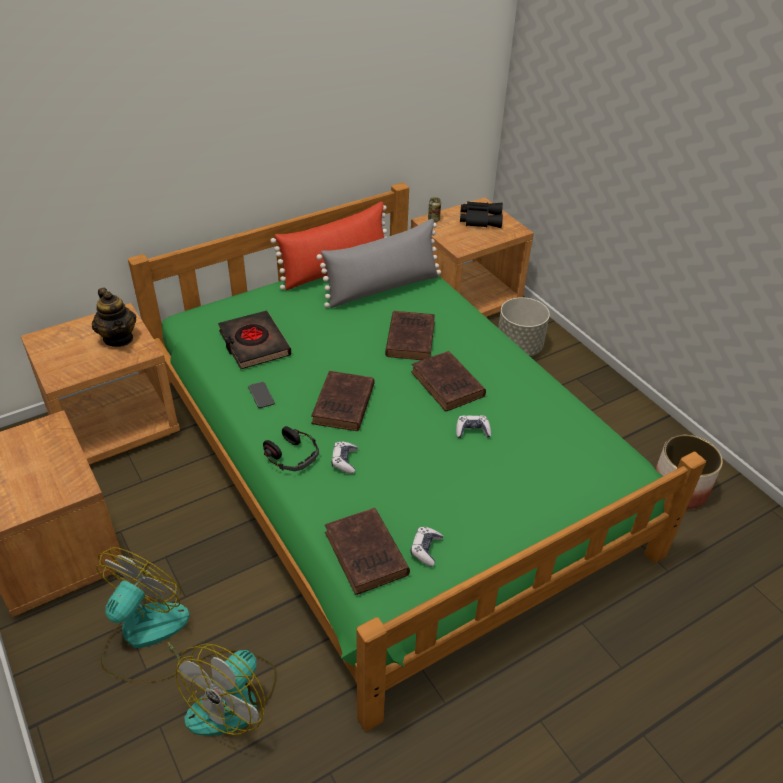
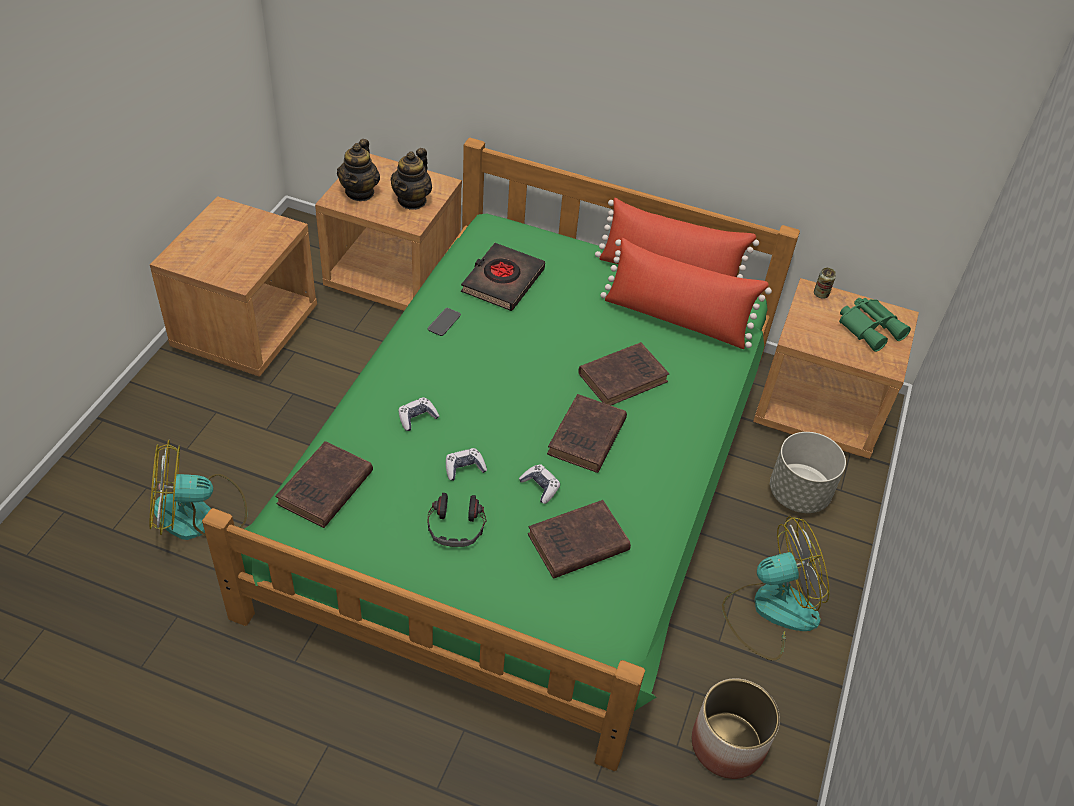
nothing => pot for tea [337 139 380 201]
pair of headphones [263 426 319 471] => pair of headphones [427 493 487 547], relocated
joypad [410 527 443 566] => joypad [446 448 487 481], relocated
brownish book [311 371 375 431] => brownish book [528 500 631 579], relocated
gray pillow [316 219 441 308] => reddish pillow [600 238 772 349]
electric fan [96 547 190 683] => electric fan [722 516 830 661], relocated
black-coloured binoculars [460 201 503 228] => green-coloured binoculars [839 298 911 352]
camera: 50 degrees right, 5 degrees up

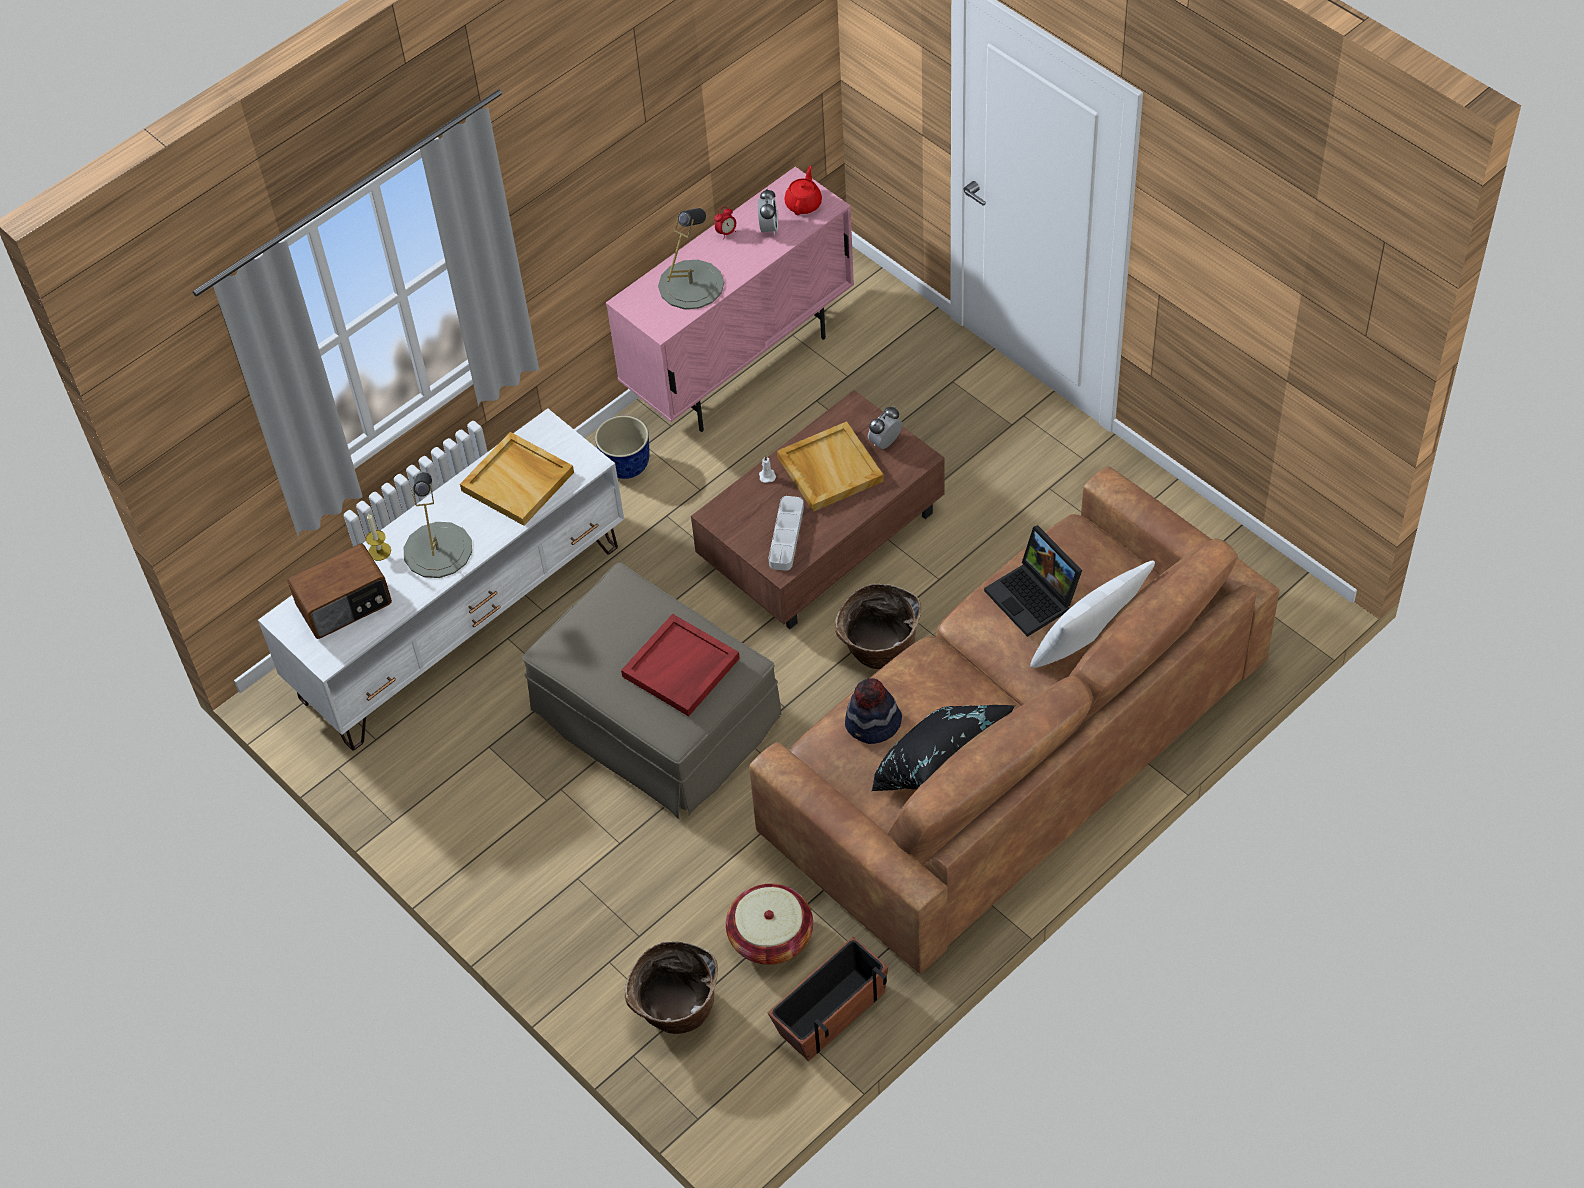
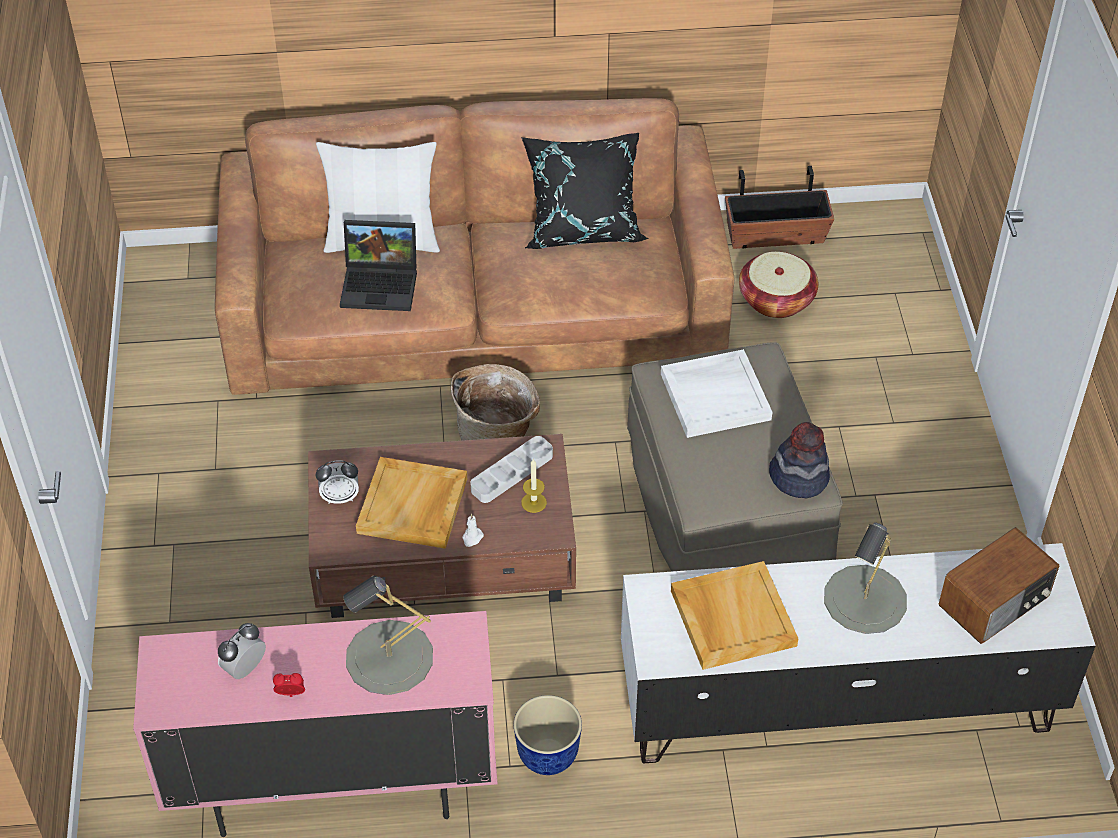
portable computer [984 525 1082 637] => portable computer [340 220 417 311], 90 degrees clockwise
wax candle [366 513 391 561] => wax candle [521 459 547 513], relocated
reddish carrying tray [621 614 740 716] => white carrying tray [661 349 772 438]
clothing hat [845 678 902 744] => clothing hat [769 422 830 498], relocated
radio [288 543 392 639] => radio [939 527 1059 644], 135 degrees clockwise
basket [625 941 718 1034] => nothing
reddish pot for tea [785 166 822 215] => nothing
camera: 145 degrees left, 5 degrees down

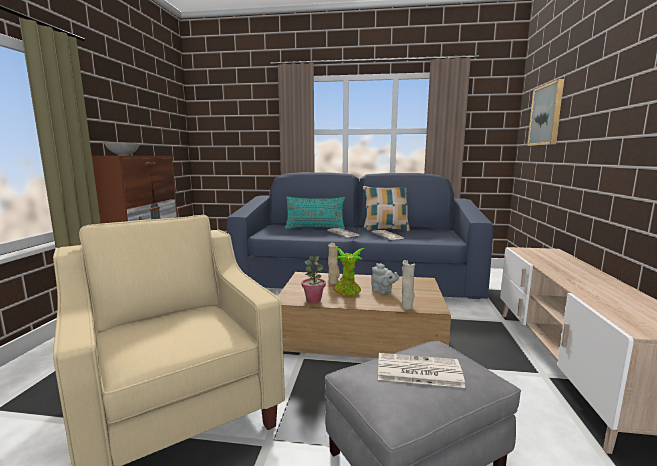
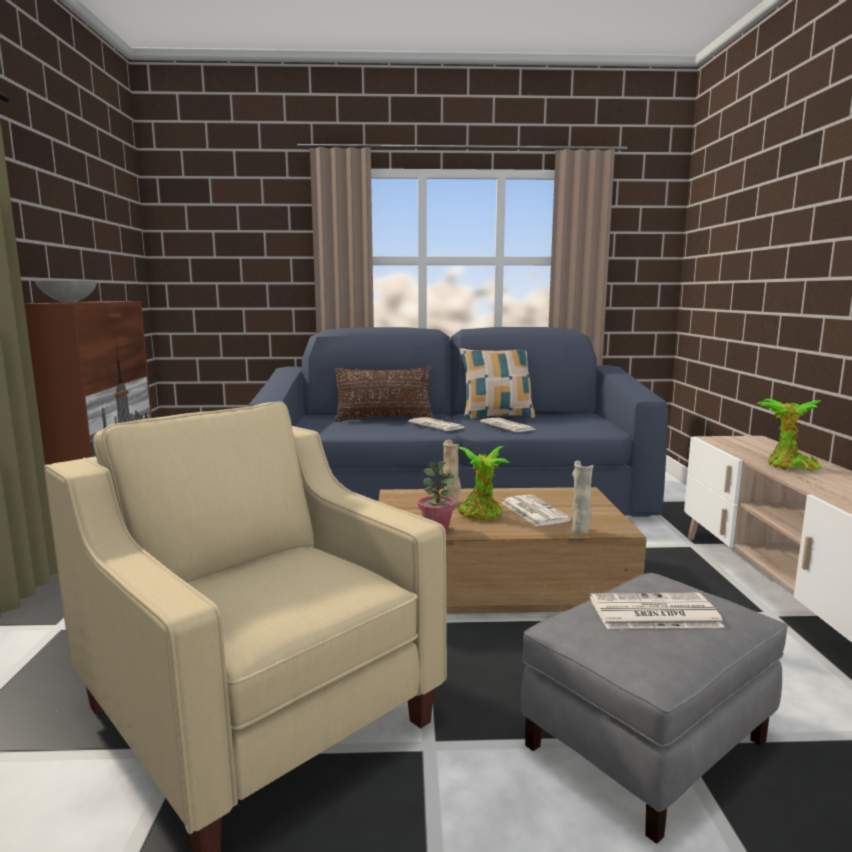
turquoise-coloured pillow [285 196 345 229] => brownish pillow [334 366 434 422]
gray pot for tea [371 263 399 294] => daily paper [502 495 572 527]
nothing => potted plant [756 399 822 471]
wall art [527 79 564 146] => nothing
camera: 10 degrees left, 0 degrees up

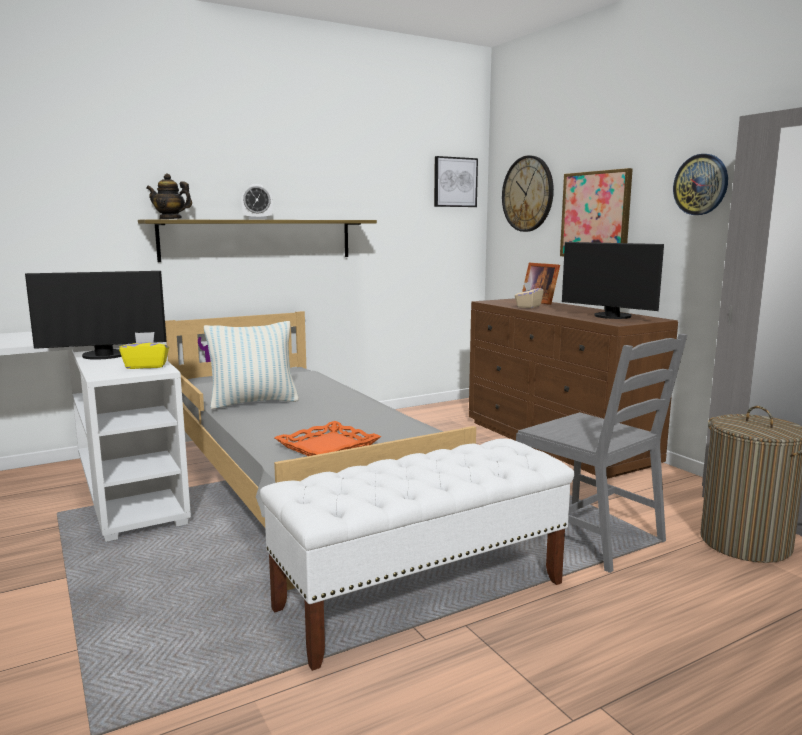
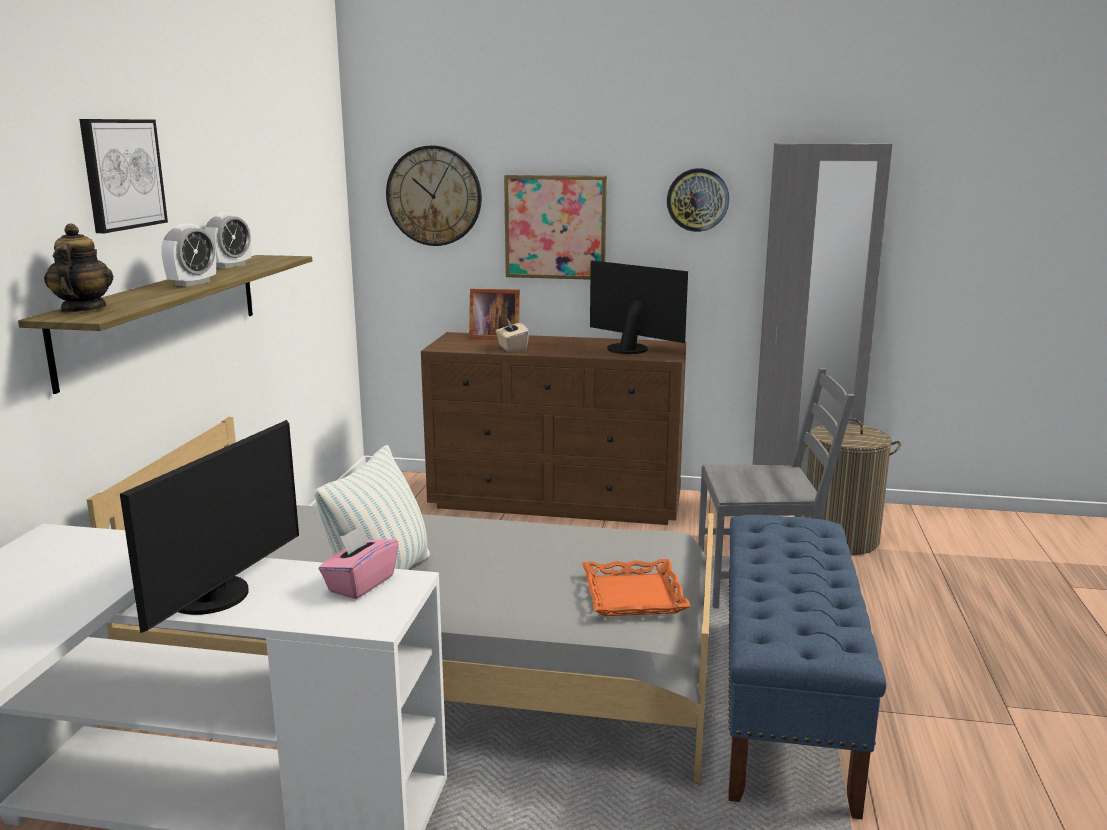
pot for tea [146 174 192 219] => pot for tea [44 223 113 312], 120 degrees clockwise
wall art [434 156 478 207] => wall art [79 119 168 233], relocated
nothing => table clock [205 212 251 268]
yellowish box of tissues [119 332 169 369] => pink-coloured box of tissues [319 525 399 599]
computer screen [562 242 664 319] => computer screen [590 260 688 354], 135 degrees counterclockwise
white bench [260 438 574 671] => bluish bench [728 515 886 819]
camera: 50 degrees left, 5 degrees up

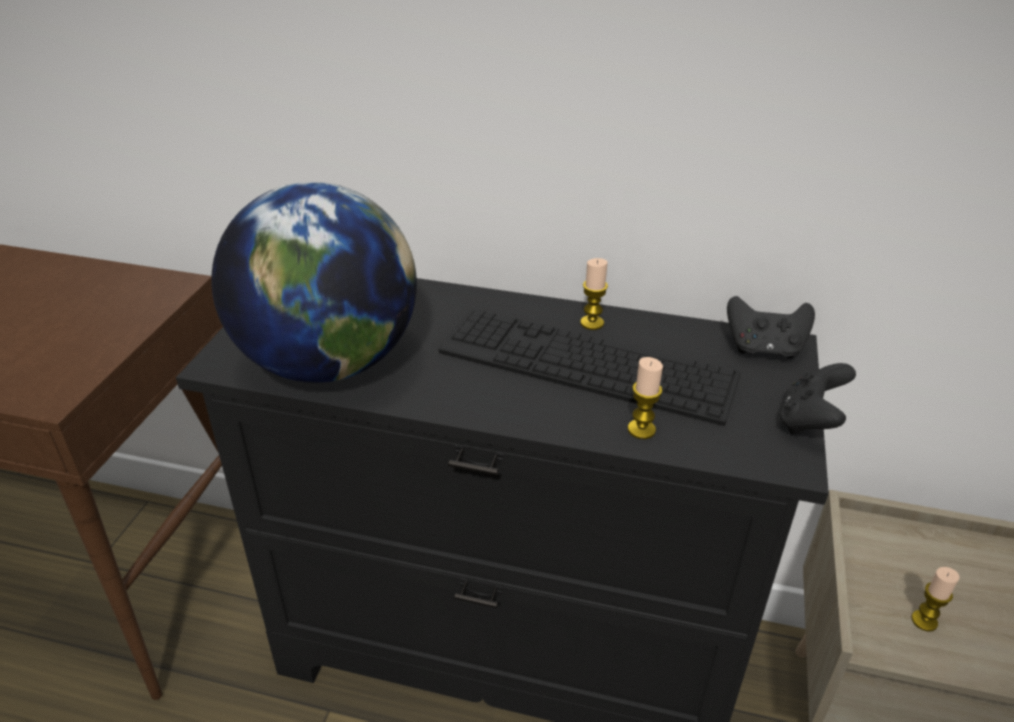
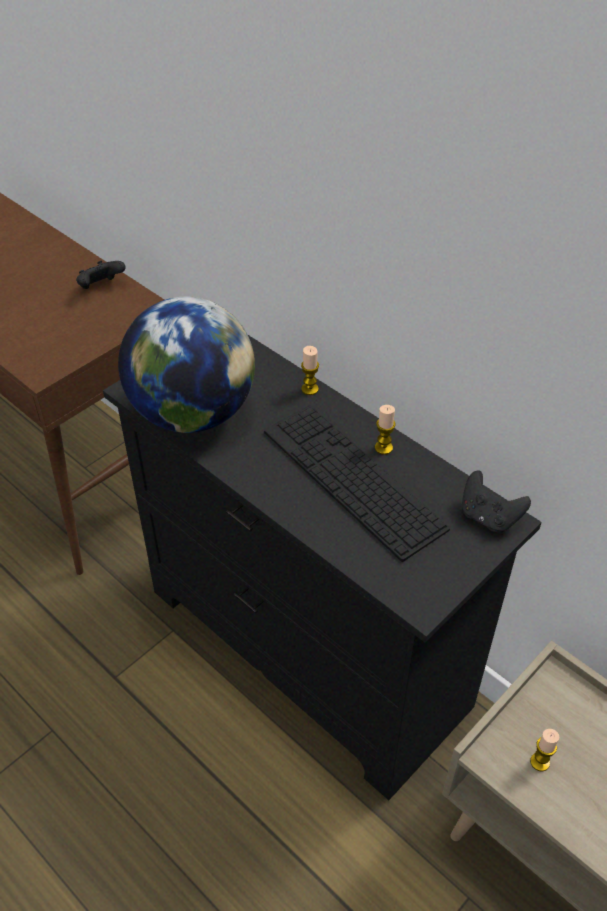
black-coloured joypad [779 363 856 435] => black-coloured joypad [76 261 125 289], relocated
wax candle [628 357 663 439] => wax candle [301 346 319 395], relocated
camera: 30 degrees right, 10 degrees up

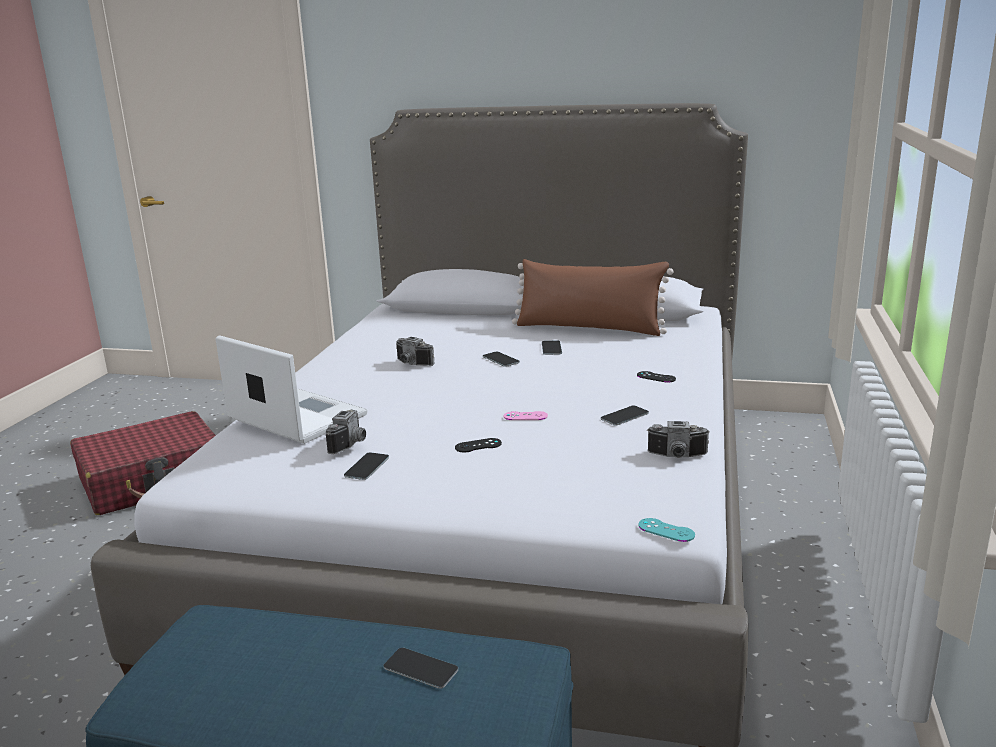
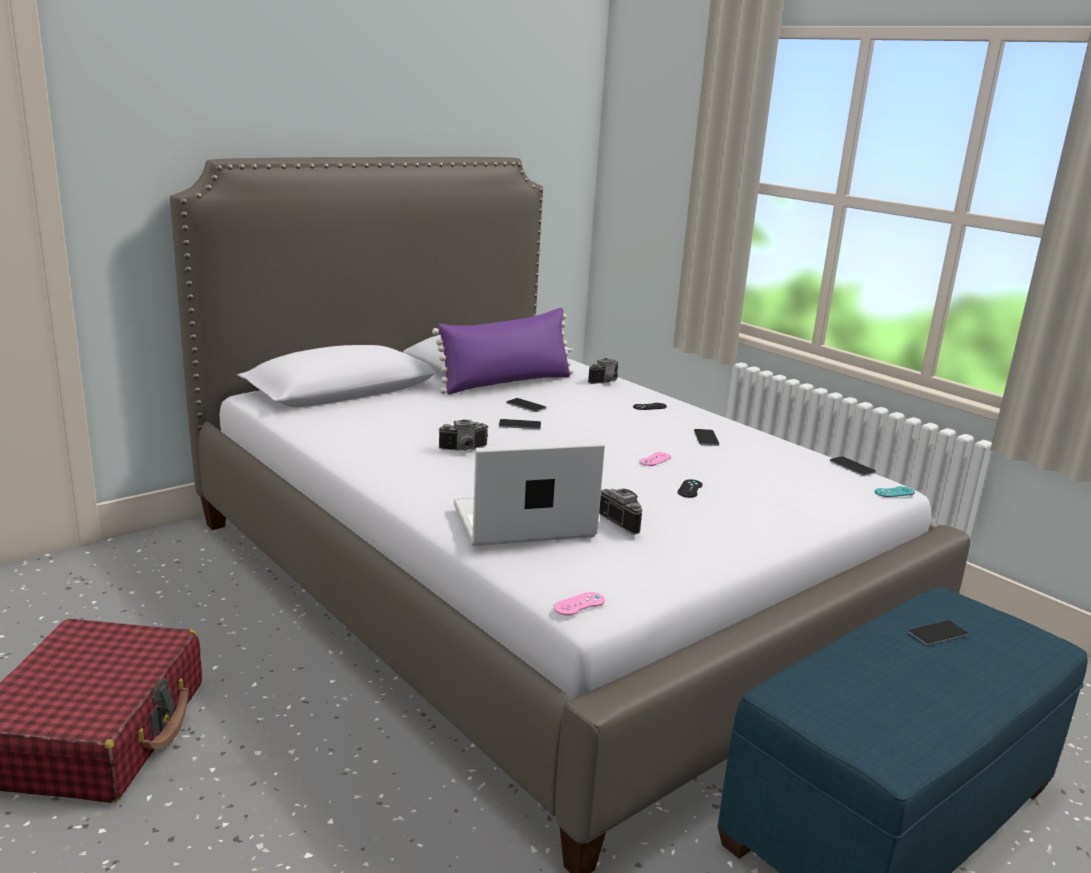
brownish pillow [512 259 674 336] => purplish pillow [432 308 573 394]
nothing => pink-coloured joypad [554 592 605 616]
photo camera [648 421 710 458] => photo camera [588 358 618 384], relocated
handset [344 452 389 480] => handset [830 456 876 476], relocated
camera: 55 degrees left, 0 degrees up

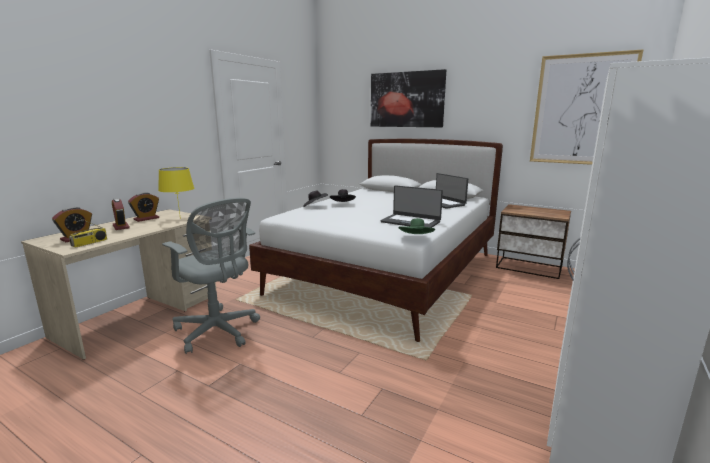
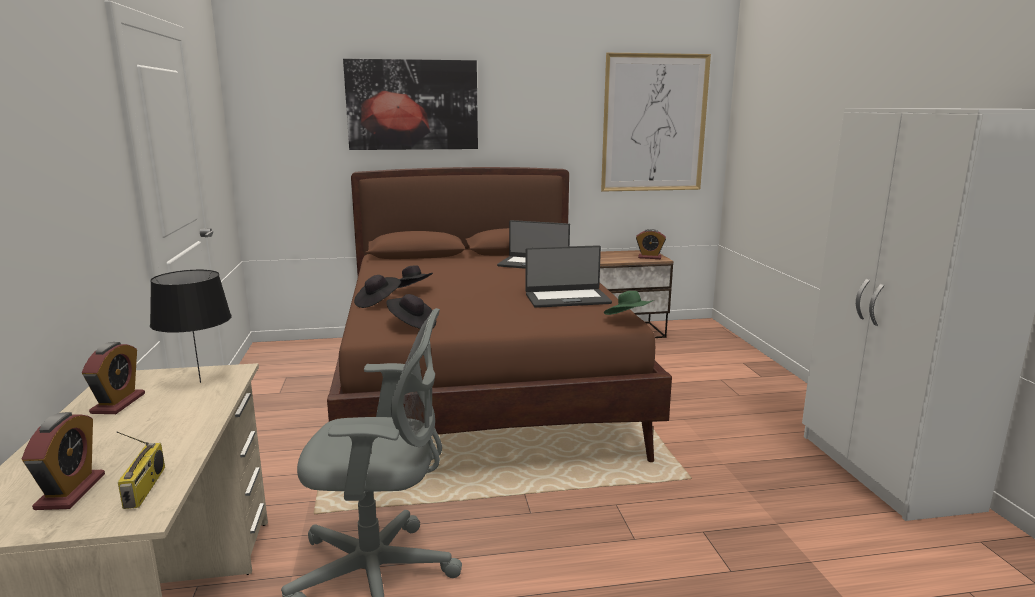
yellowish table lamp [158 167 194 219] => black-coloured table lamp [150 270 232 383]
white sleeping bed [249 139 503 342] => brownish sleeping bed [327 167 672 462]
nothing => black-coloured clothing hat [386 294 436 329]
table clock [112 198 130 230] => table clock [636 229 666 259], relocated
camera: 40 degrees left, 0 degrees up

